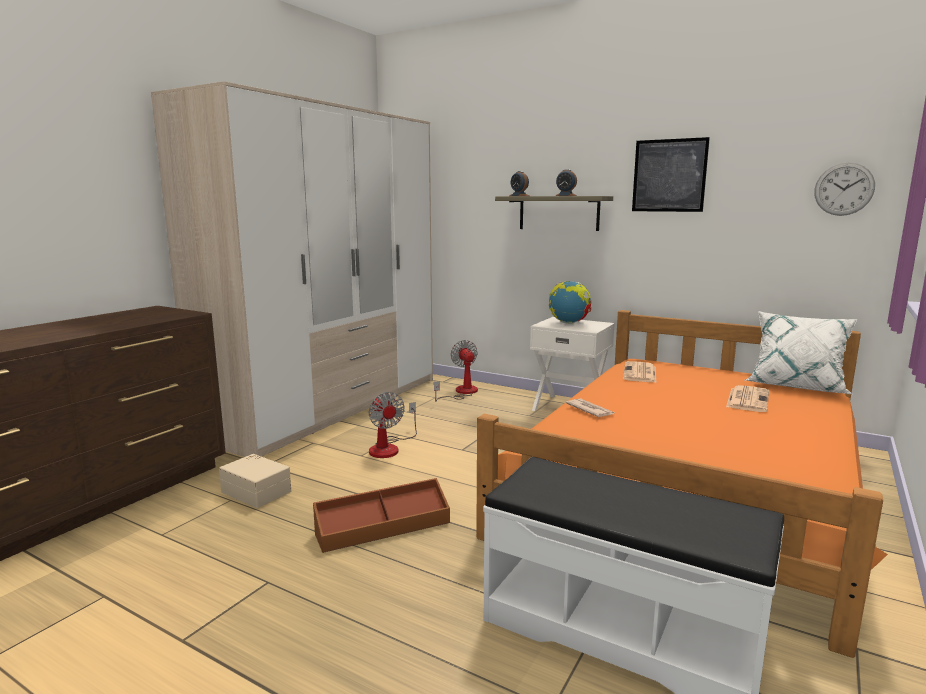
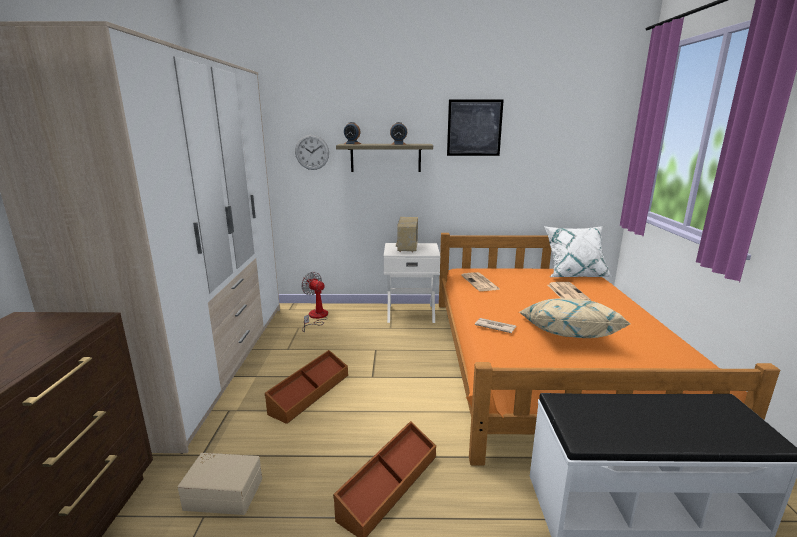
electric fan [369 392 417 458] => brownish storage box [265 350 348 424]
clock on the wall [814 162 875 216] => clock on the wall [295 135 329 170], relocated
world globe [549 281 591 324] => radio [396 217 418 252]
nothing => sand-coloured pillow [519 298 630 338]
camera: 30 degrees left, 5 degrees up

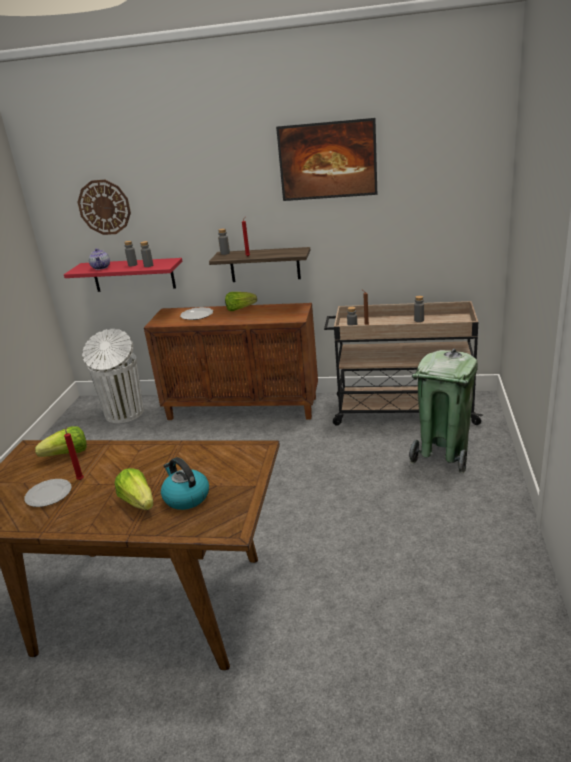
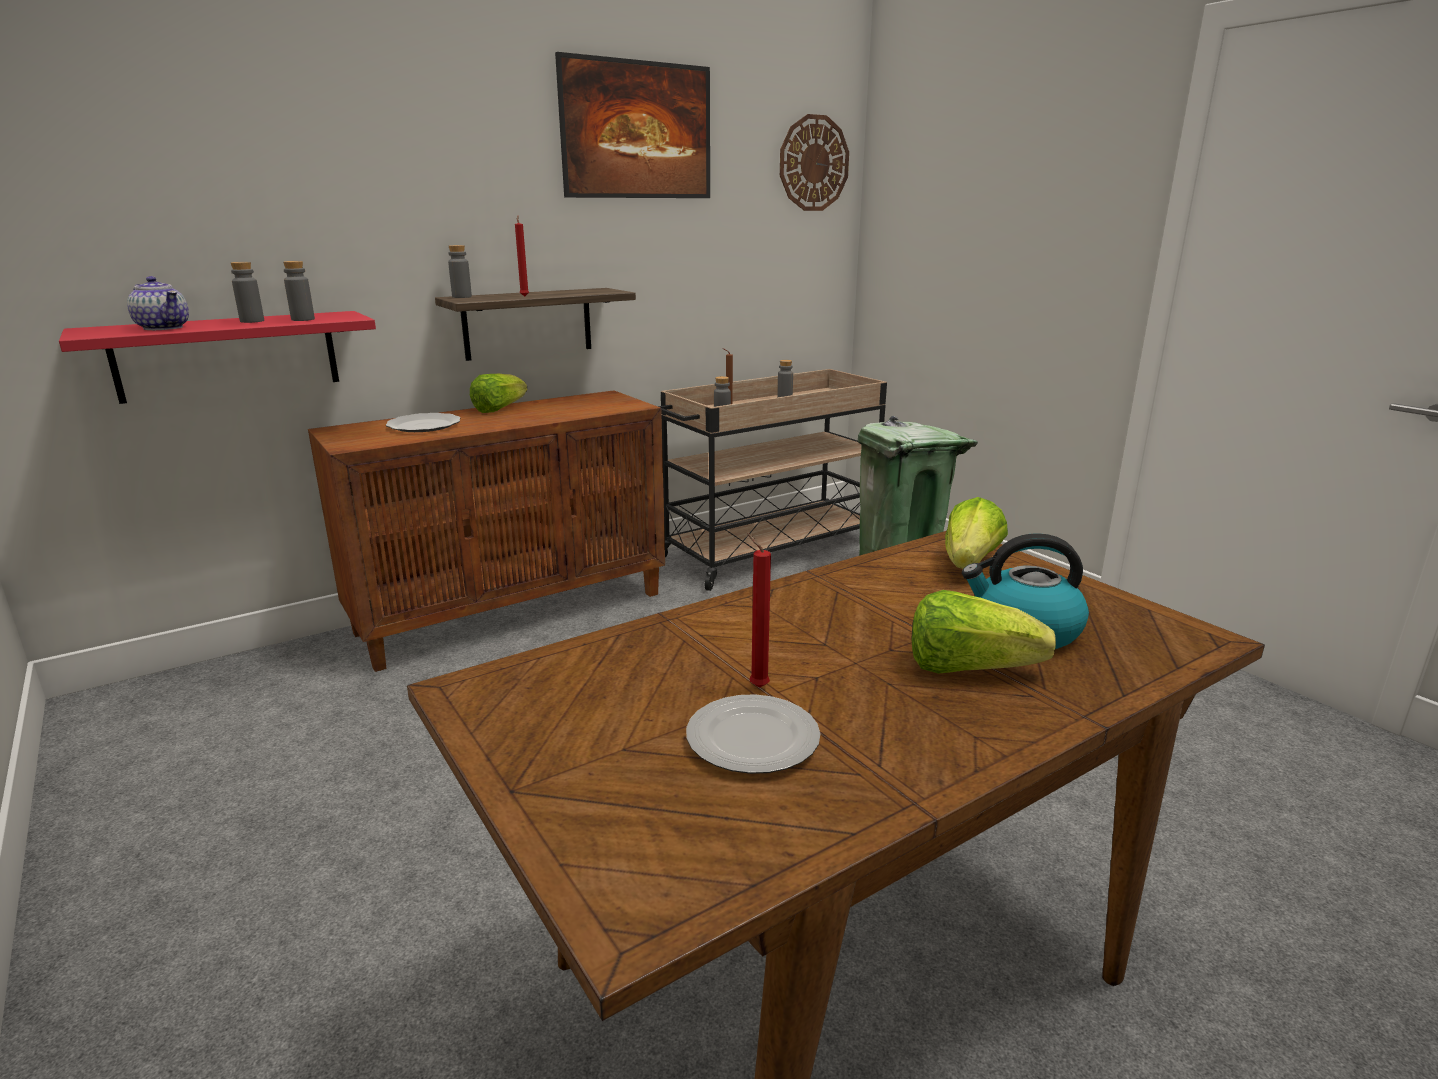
clock on the wall [78 180 131 235] => clock on the wall [780 114 849 211], relocated
lettuce [35 426 87 457] => lettuce [945 497 1008 569], relocated
white waste bin [82 329 144 423] => nothing
camera: 45 degrees left, 5 degrees down

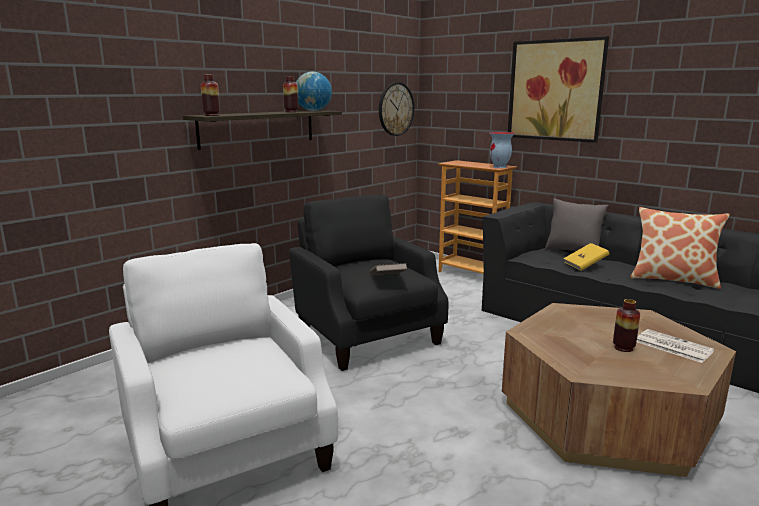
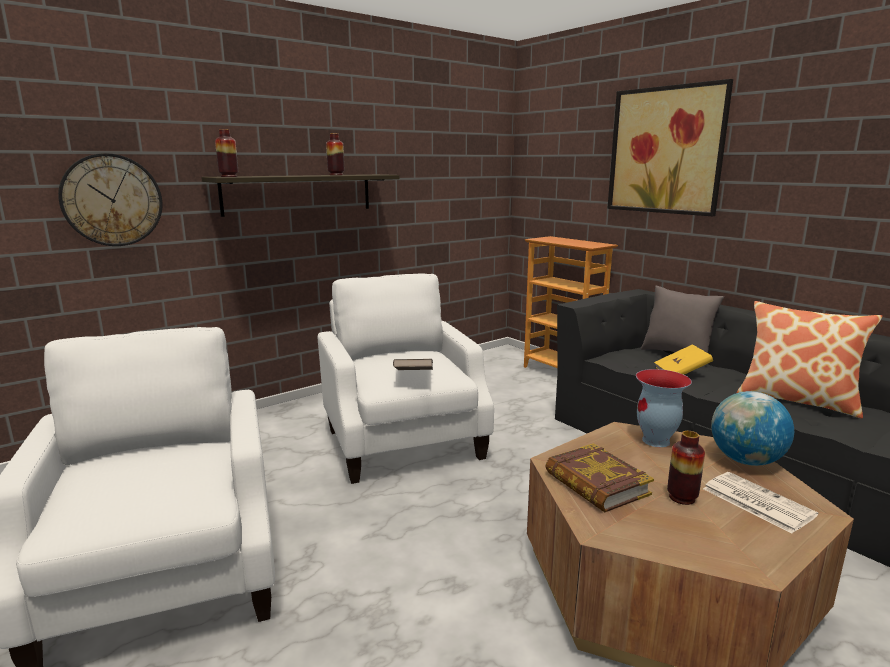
clock on the wall [379 82 414 136] => clock on the wall [58 153 162 246], relocated
black-coloured easy chair [289 195 448 371] => white easy chair [318 273 494 484]
nothing => book [545 443 654 512]
vase [489 132 515 168] => vase [636 369 692 447], relocated
world globe [296 72 332 111] => world globe [711 391 794 466], relocated
camera: 10 degrees right, 0 degrees up

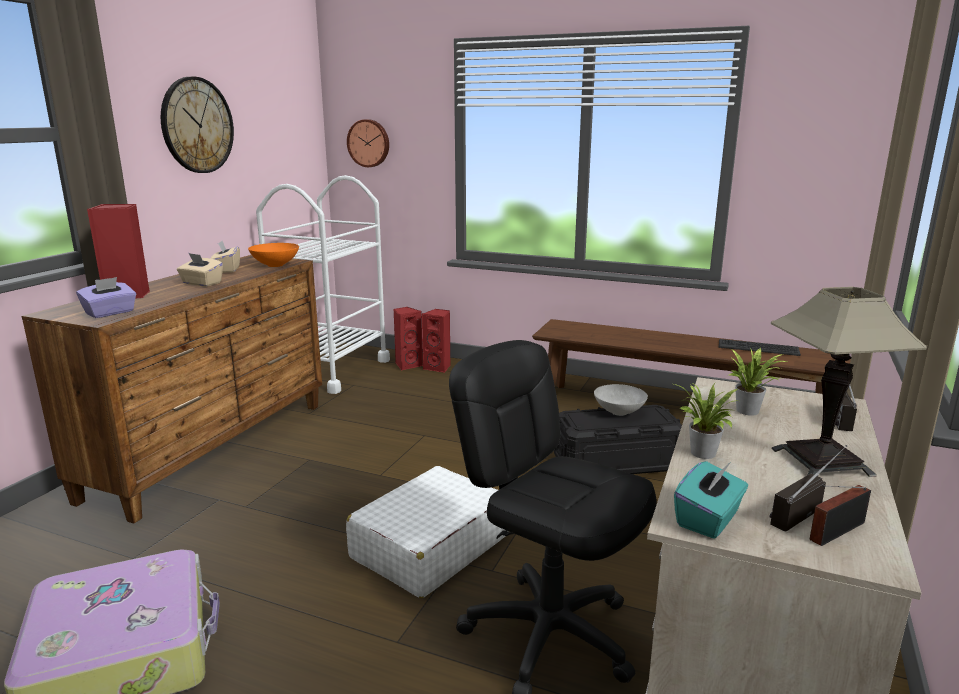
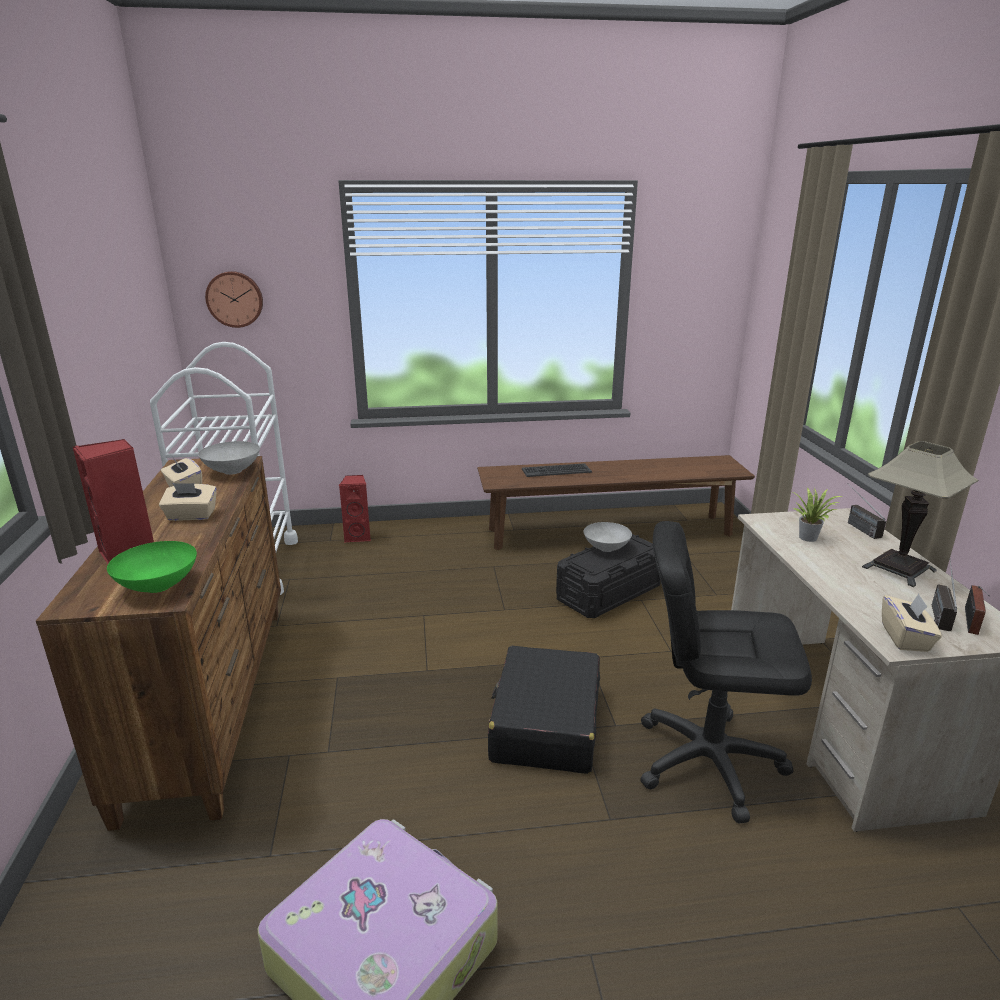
purplish box of tissues [76 277 136 318] => green-coloured bowl [107 541 197 593]
orange-coloured bowl [248 243 299 267] => gray bowl [198 441 260 475]
white suitcase [346 466 507 598] => black-coloured suitcase [488 646 600 774]
computer keyboard [719 339 801 356] => computer keyboard [522 463 592 477], relocated
turquoise-coloured box of tissues [674 461 748 539] => sand-coloured box of tissues [882 594 942 652]
clock on the wall [161 77 234 173] => nothing
reddish speaker [393 307 423 370] => nothing
potted plant [674 382 738 459] => nothing
camera: 30 degrees left, 5 degrees up

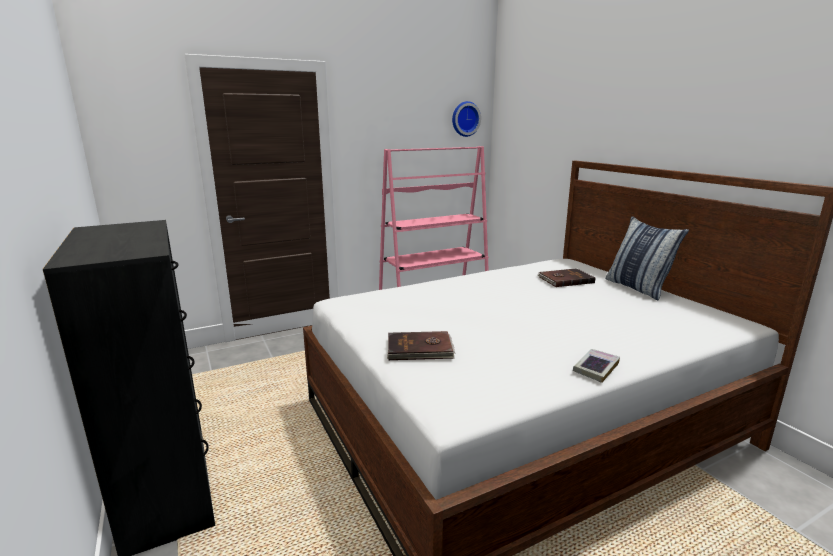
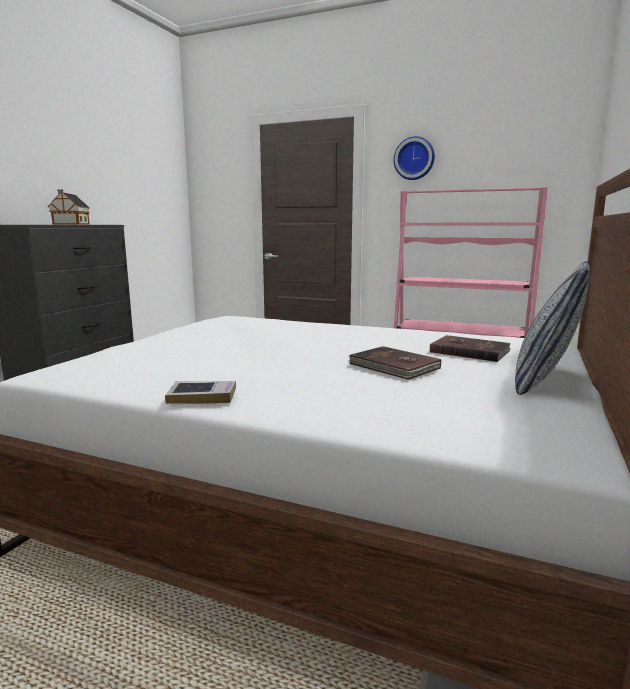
nothing => toy house [47 189 90 225]
brownish book [387 331 455 360] => brownish book [349 346 441 380], relocated
clock on the wall [452 101 481 137] => clock on the wall [394 136 435 180], relocated
camera: 50 degrees right, 5 degrees down

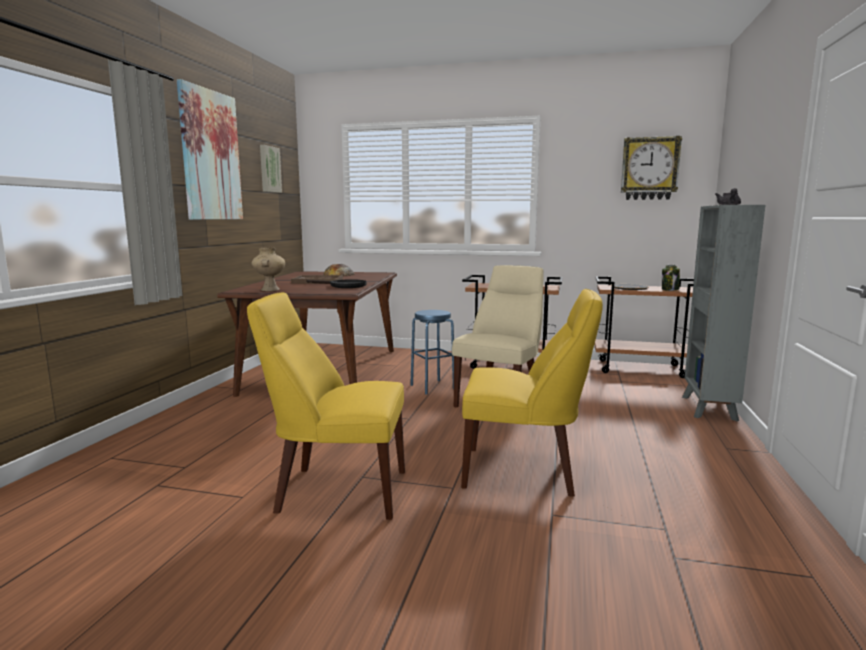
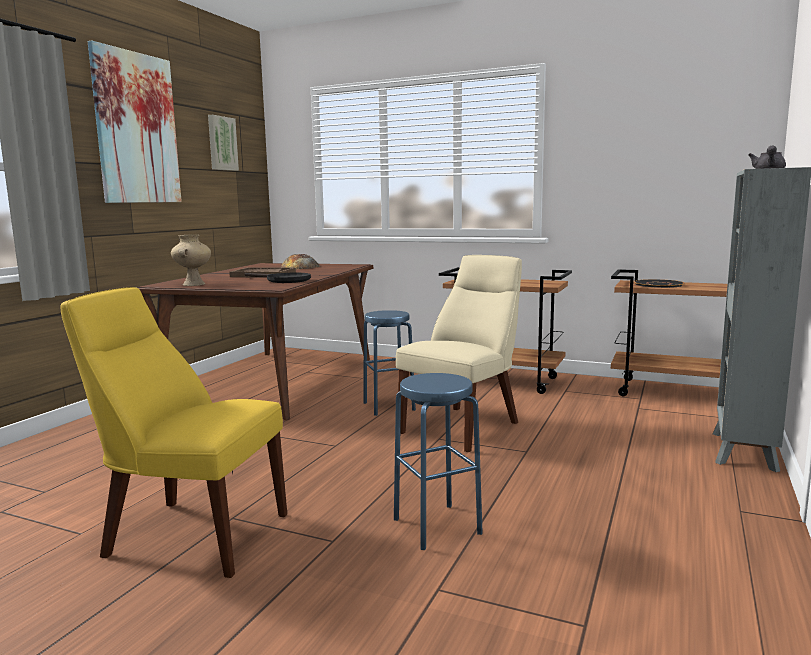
yellowish plain chair [461 289 603 497] => bluish stool seat [394 373 483 550]
clock on the wall [621 136 682 200] => nothing
storage jar [662 265 680 291] => nothing
camera: 10 degrees right, 0 degrees up

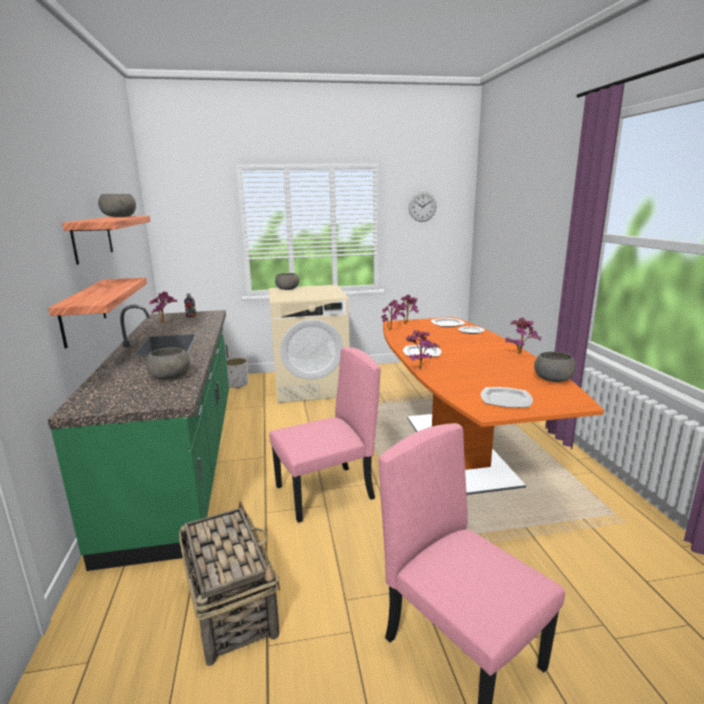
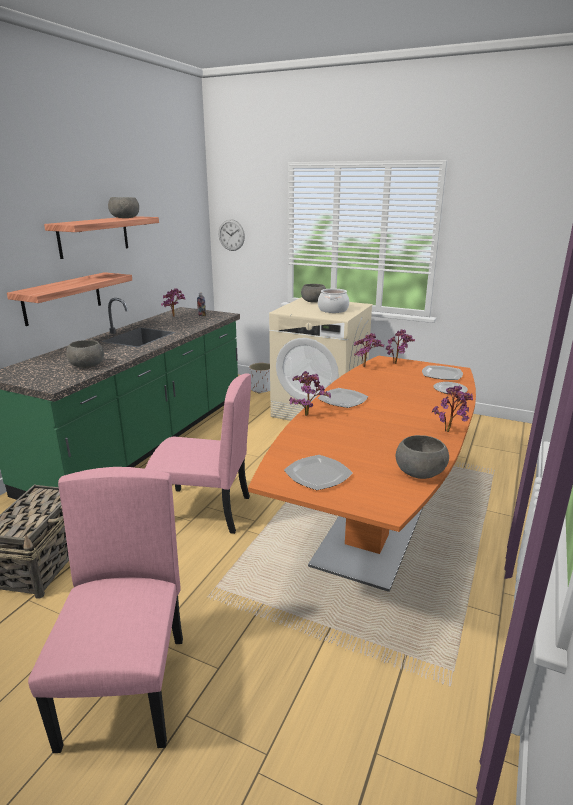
clock on the wall [409 192 436 222] => clock on the wall [219 219 245 251], relocated
nothing => stockpot [318 289 349 313]
camera: 35 degrees right, 5 degrees up

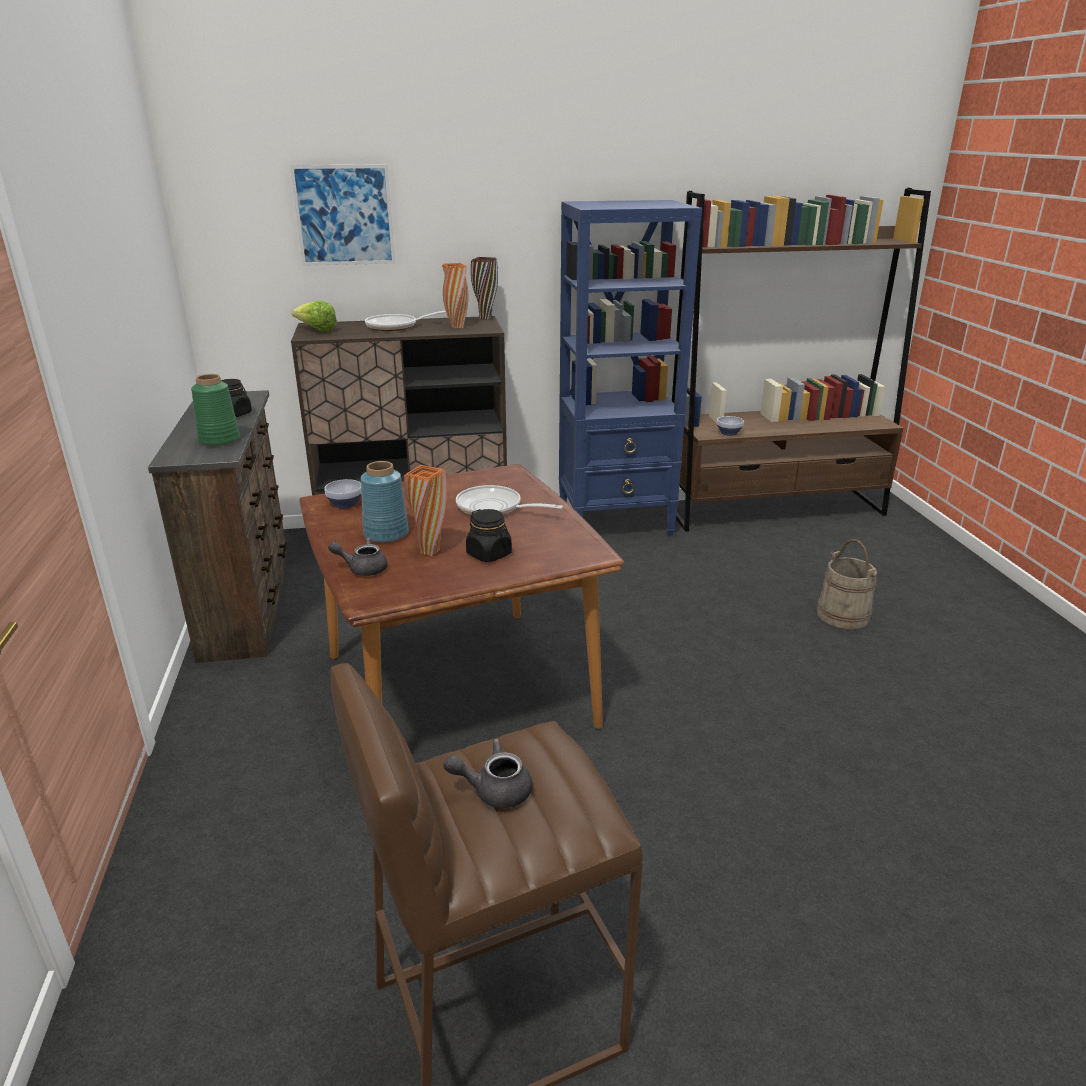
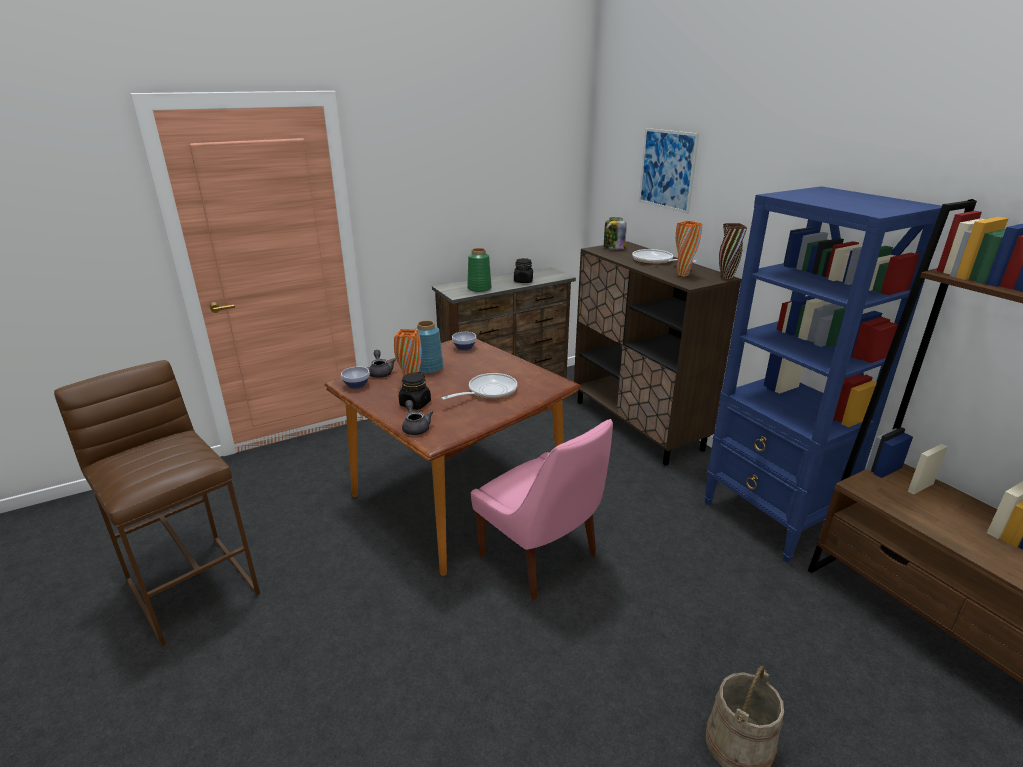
bowl [717 416 744 436] => bowl [341 367 370 389], relocated
gray pot for tea [443 739 532 808] => gray pot for tea [402 400 433 435], relocated
skillet [456 485 563 515] => skillet [441 373 517 400], 45 degrees clockwise
nothing => pink-coloured plain chair [471 419 613 600]
lettuce [291 300 337 332] => storage jar [604 217 627 249]
camera: 70 degrees right, 0 degrees up

